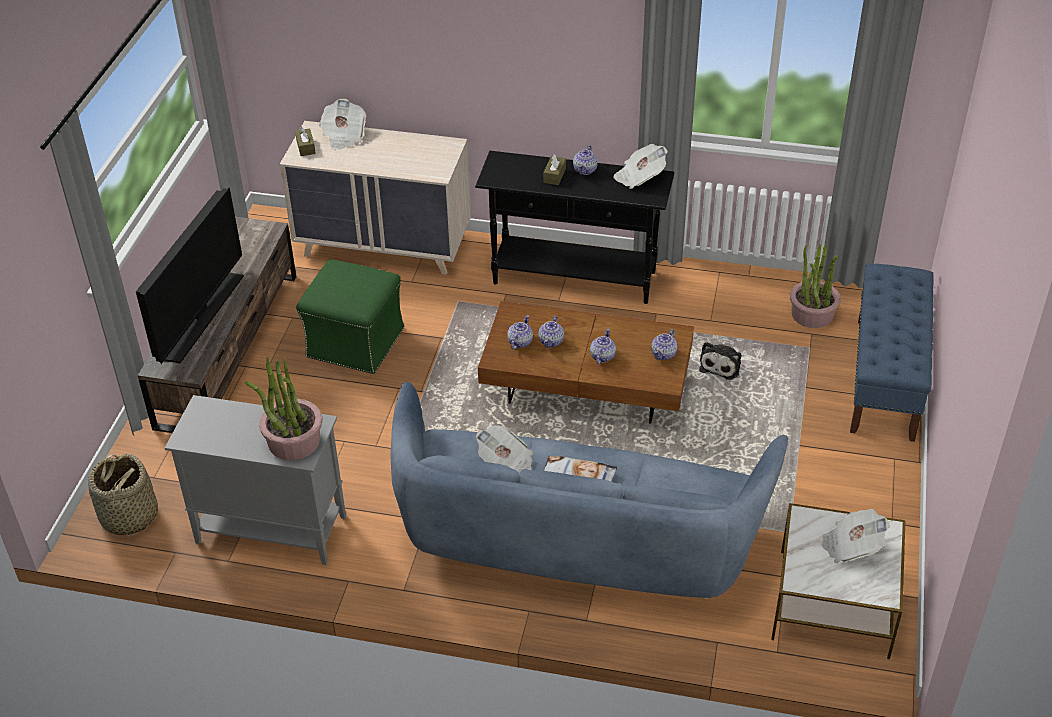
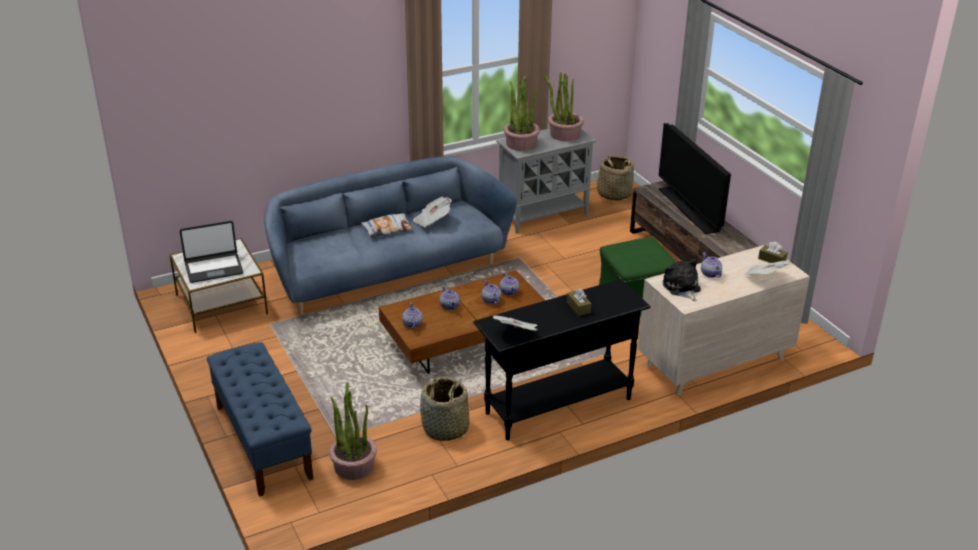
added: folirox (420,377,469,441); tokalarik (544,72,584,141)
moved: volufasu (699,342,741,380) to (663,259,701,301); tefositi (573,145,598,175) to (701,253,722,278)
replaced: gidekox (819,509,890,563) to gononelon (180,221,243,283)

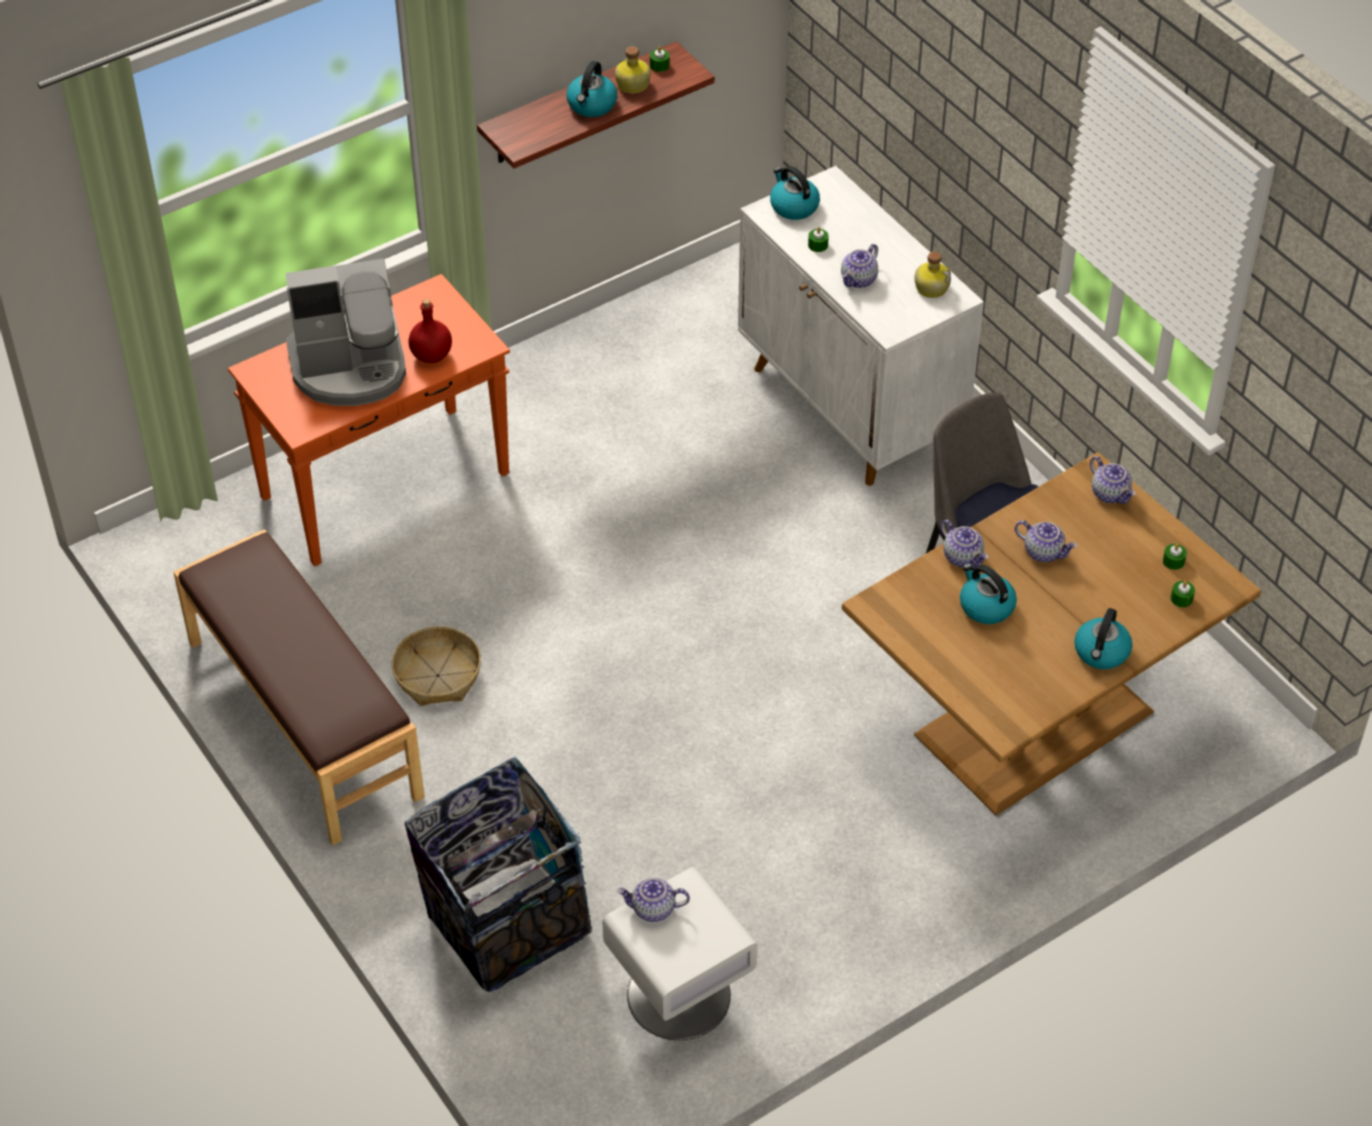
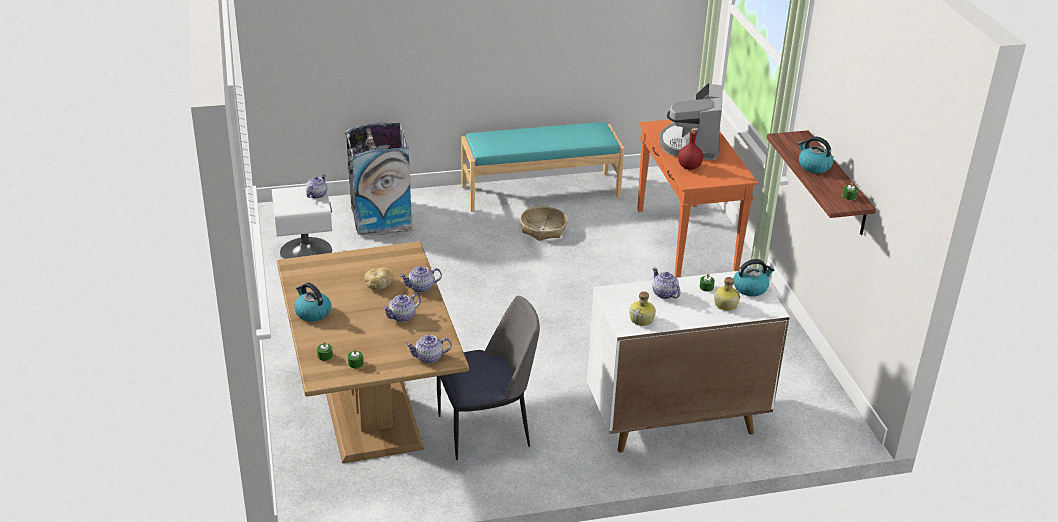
moved: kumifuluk (615,46,651,93) to (714,277,740,311)
replaced: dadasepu (960,563,1017,624) to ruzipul (364,267,393,290)
recoloured: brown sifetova (173,529,425,845) to turquoise sifetova (461,122,624,212)

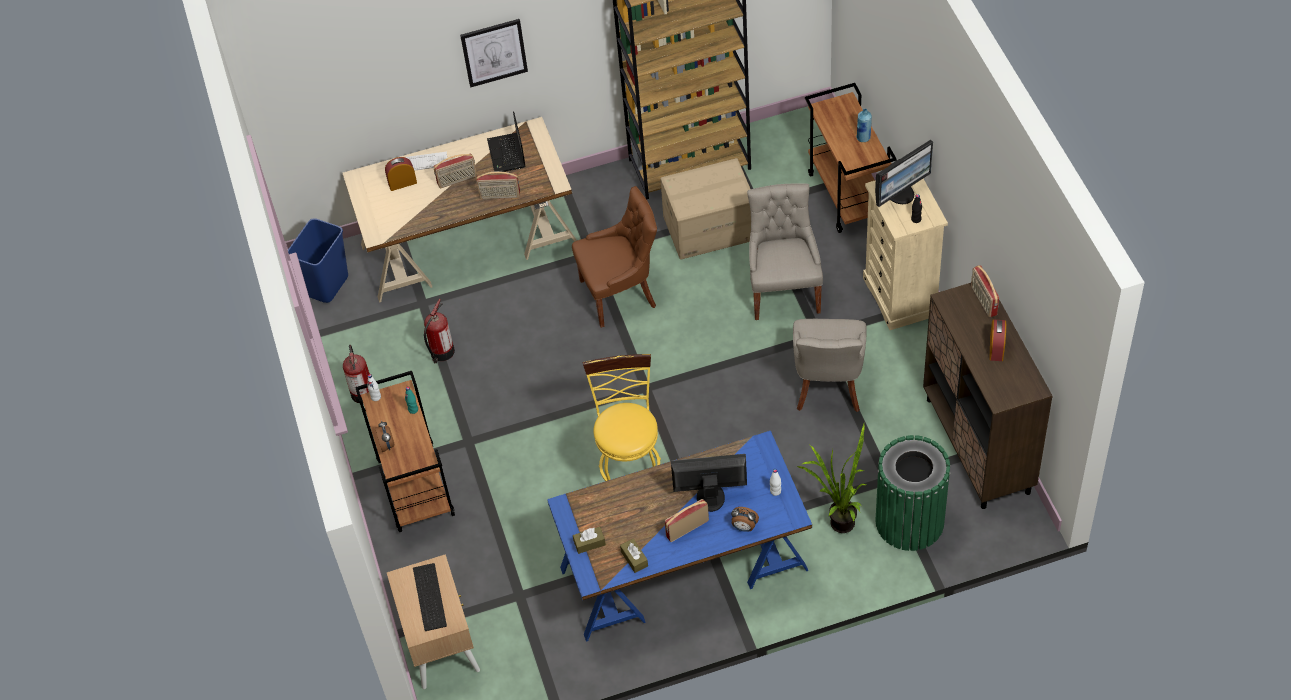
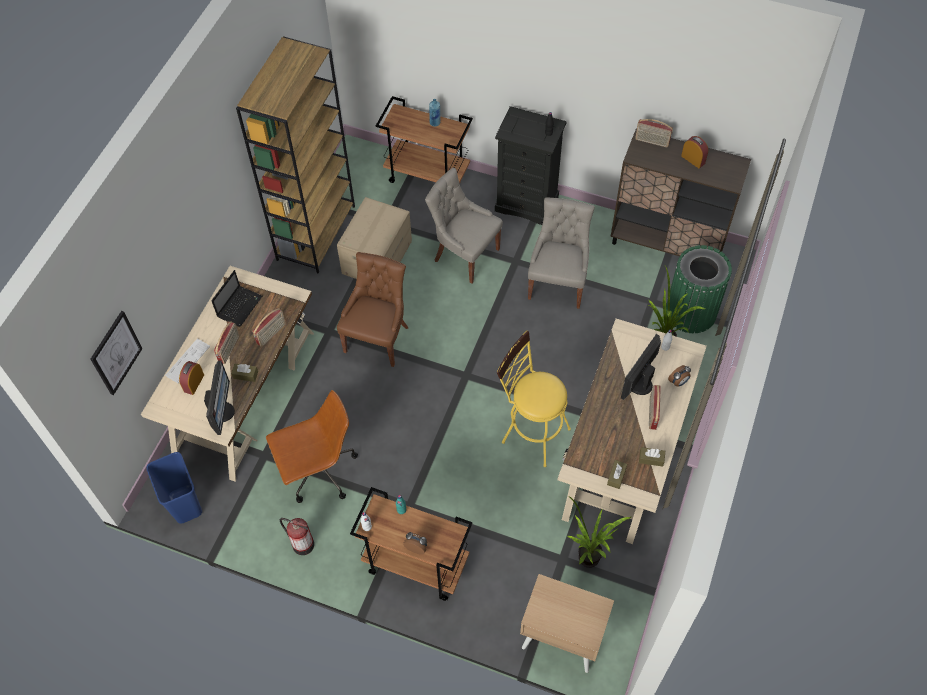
removed: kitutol (413,563,447,631)
added: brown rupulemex (231,364,258,382); tokalarik (567,496,631,568)
moved: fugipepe (460,19,528,87) to (90,311,143,395); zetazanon (875,140,933,207) to (204,360,235,435)
replaced: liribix (424,299,455,363) to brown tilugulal (266,390,358,503)
recoloured: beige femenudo (863,179,948,330) to black femenudo (495,106,567,225); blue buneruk (547,431,812,642) to beige buneruk (558,319,707,544)
turned: gononelon (487,111,525,172) = (211,270,262,327) 90 degrees counterclockwise; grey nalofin (793,319,867,412) = (528,198,595,309) 120 degrees counterclockwise

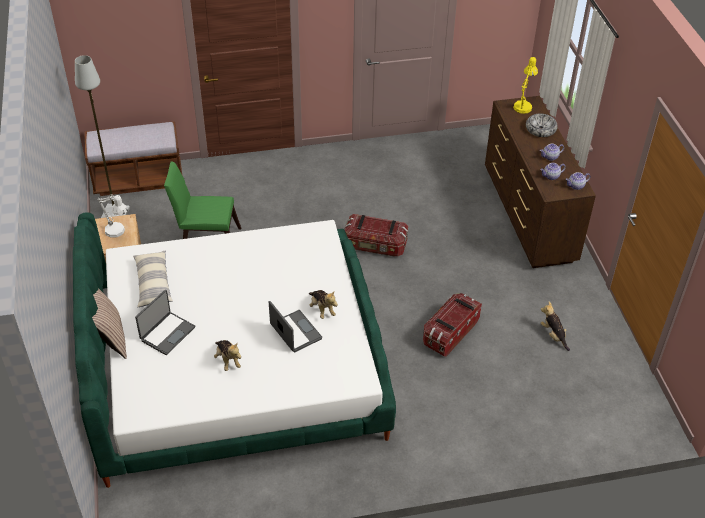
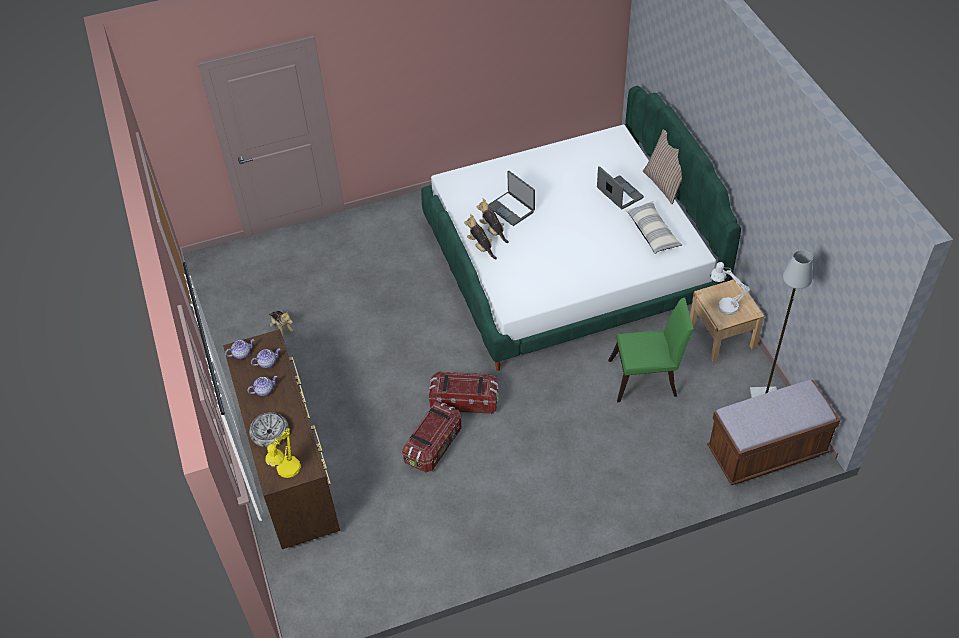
moved: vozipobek (423,293,482,357) to (402,401,462,473); volufasu (214,340,241,371) to (464,214,497,260)
turned: gononelon (135,290,195,355) = (597,166,644,209) 120 degrees clockwise

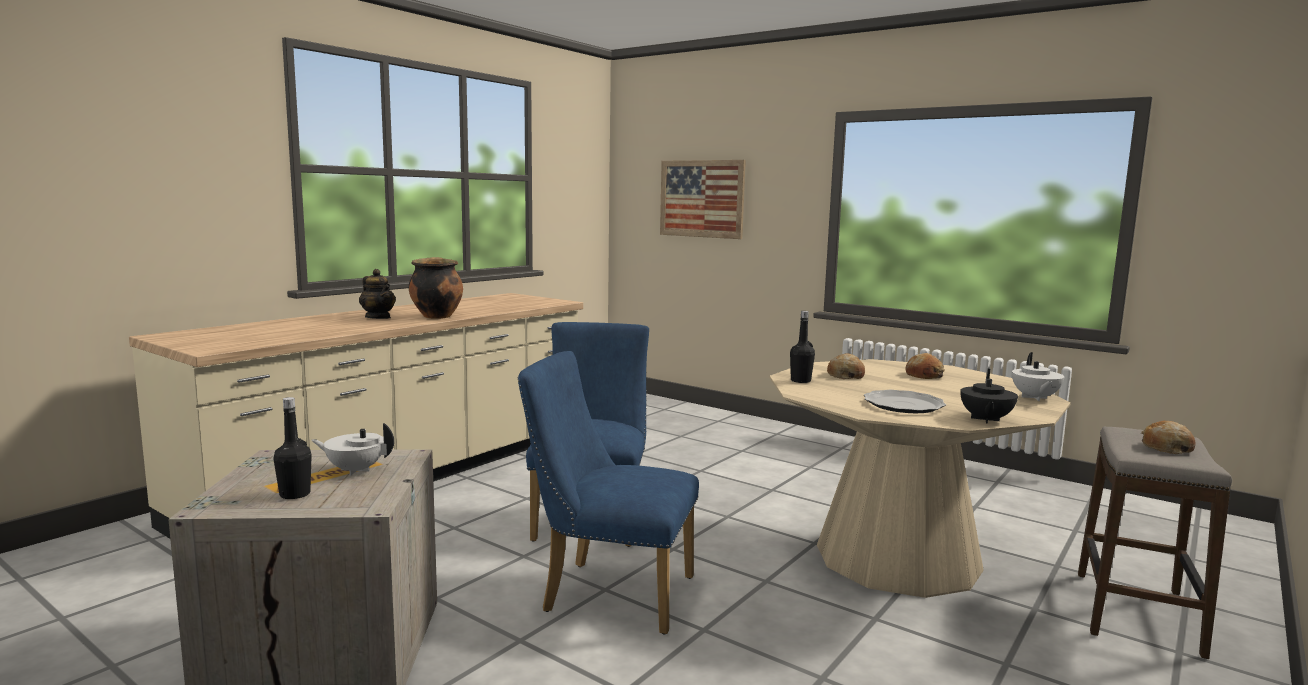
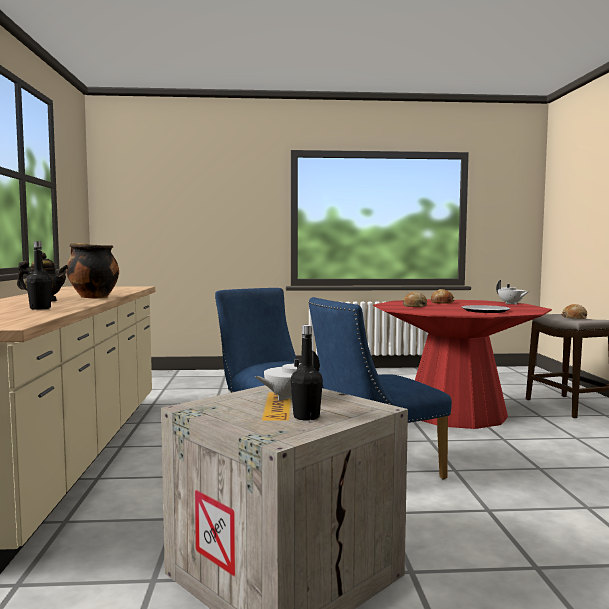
removed: fugipepe (660,160,746,239); black tefositi (960,369,1018,424)
moved: black kumifuluk (790,311,815,383) to (26,241,52,310)
recoloured: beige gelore (770,359,1071,598) to red gelore (373,299,552,429)

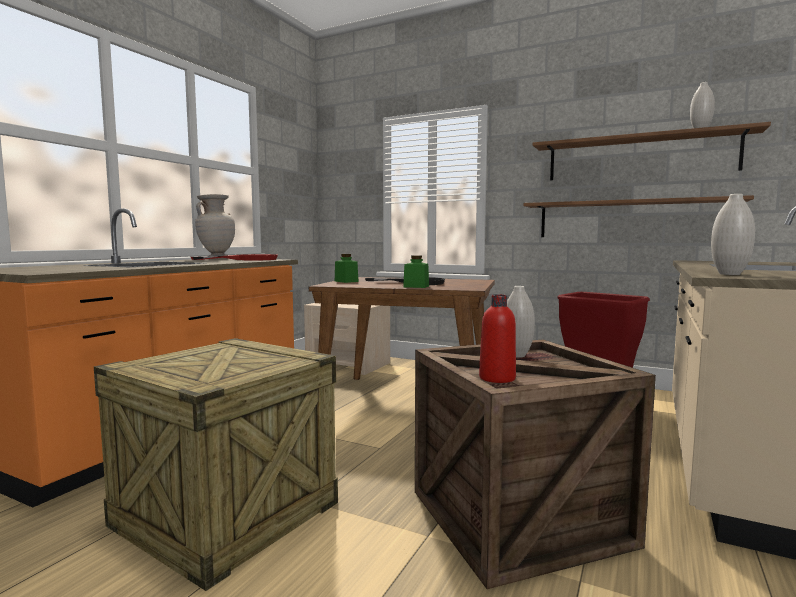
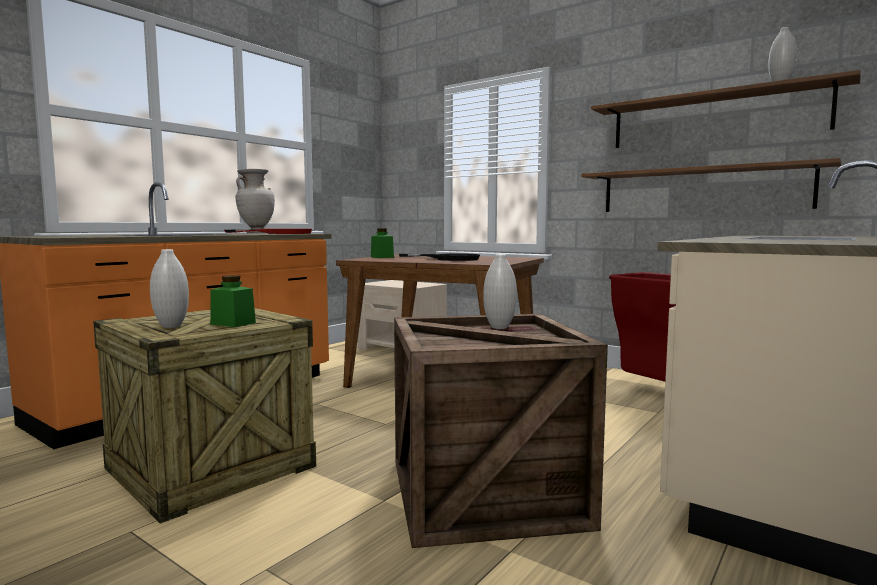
removed: red kumifuluk (479,294,516,383)
moved: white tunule (711,194,755,275) to (150,249,189,328); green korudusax (403,255,429,288) to (210,275,256,327)

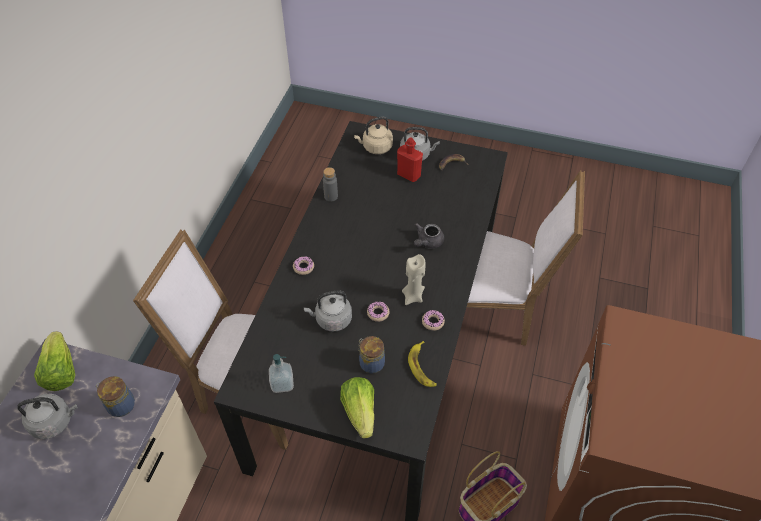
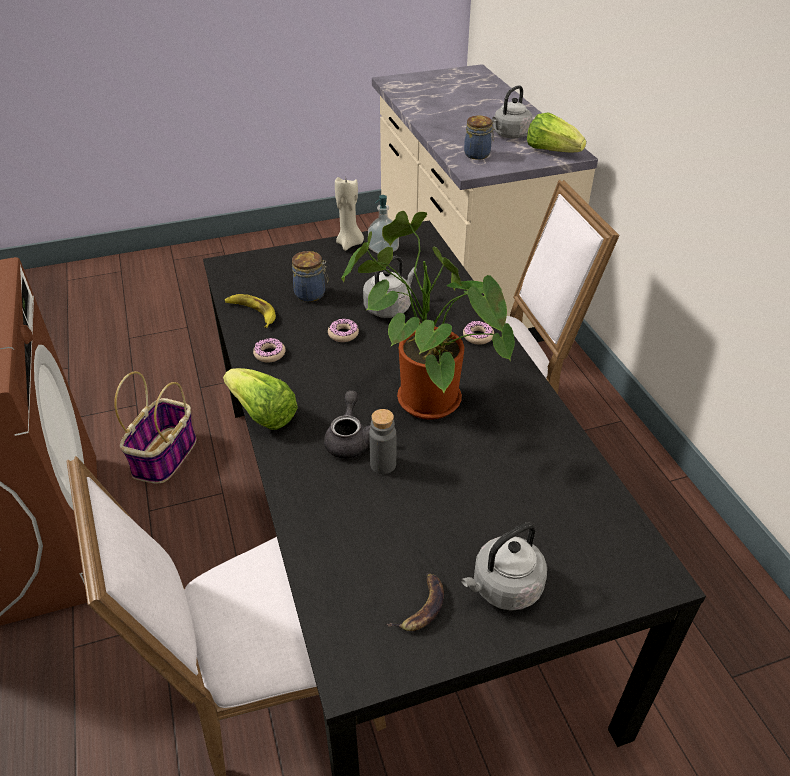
removed: beige dadasepu (354,117,393,154); red kumifuluk (397,137,423,182)
added: tokalarik (341,211,515,420)
moved: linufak (340,377,374,439) to (223,368,298,430); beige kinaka (402,254,426,305) to (335,177,364,251); grey kumifuluk (323,167,338,201) to (369,409,396,474)

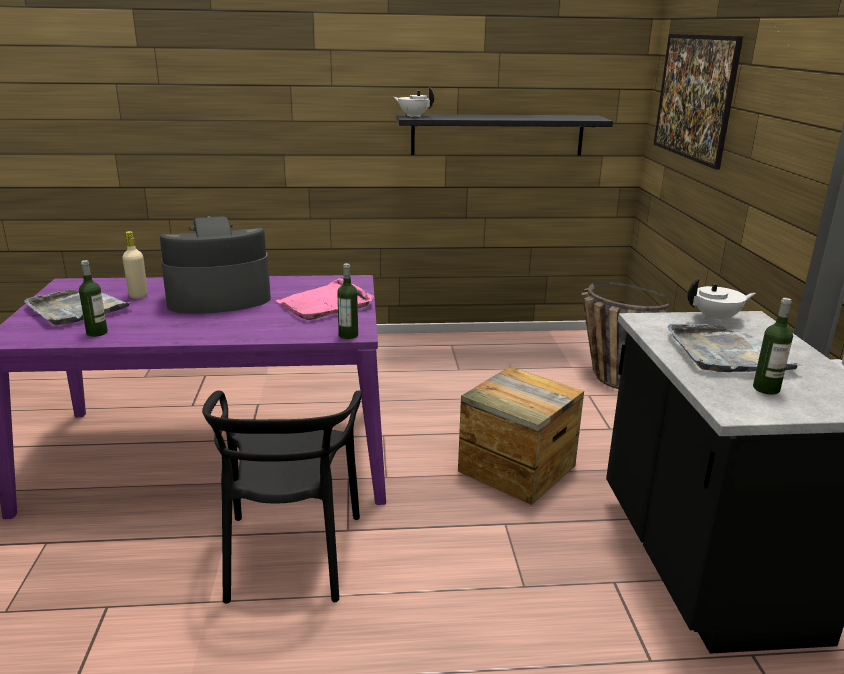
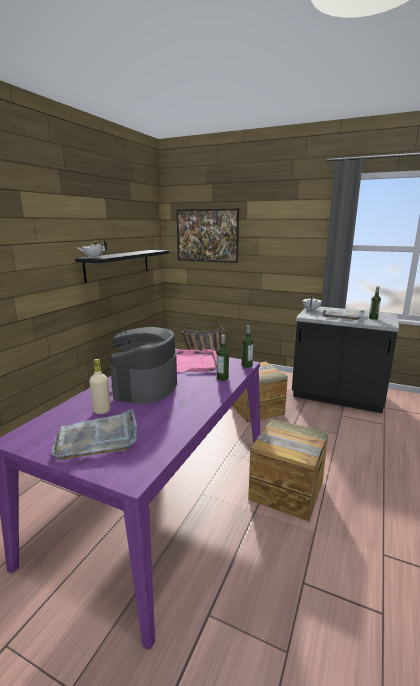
moved: kumifuluk (79,260,108,337) to (217,335,229,381)
replaced: black nalofin (202,391,362,604) to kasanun (248,419,328,521)

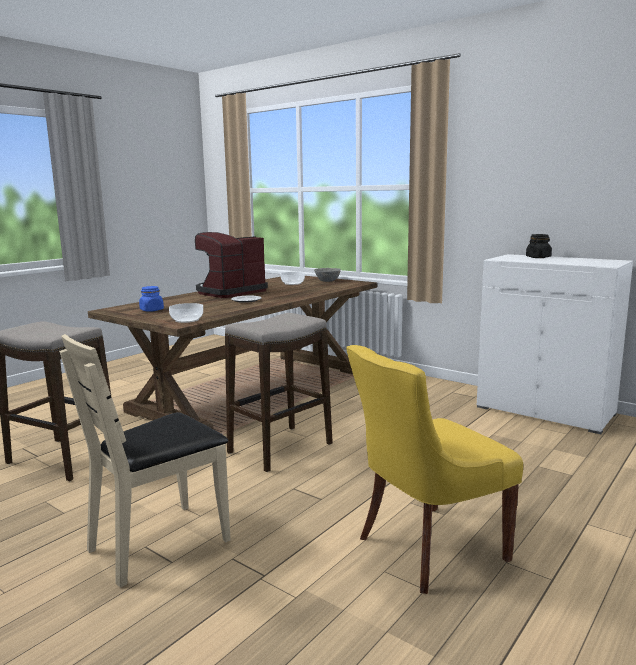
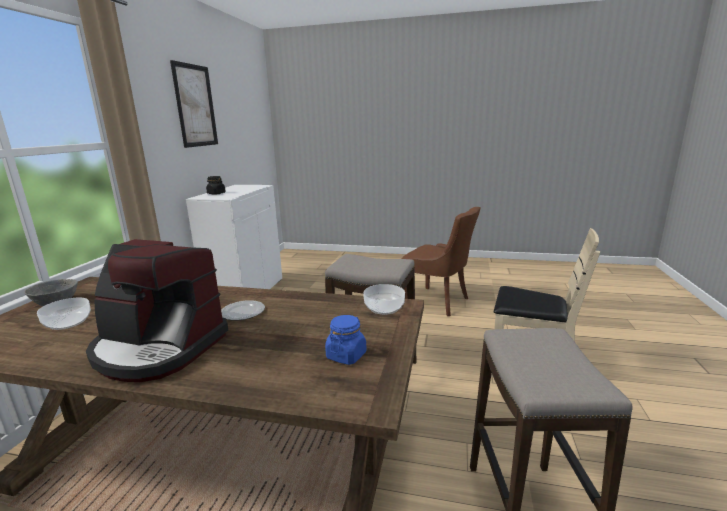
added: fugipepe (170,60,218,148)
recoloured: yellow nalofin (346,345,523,594) to brown nalofin (402,207,481,316)

